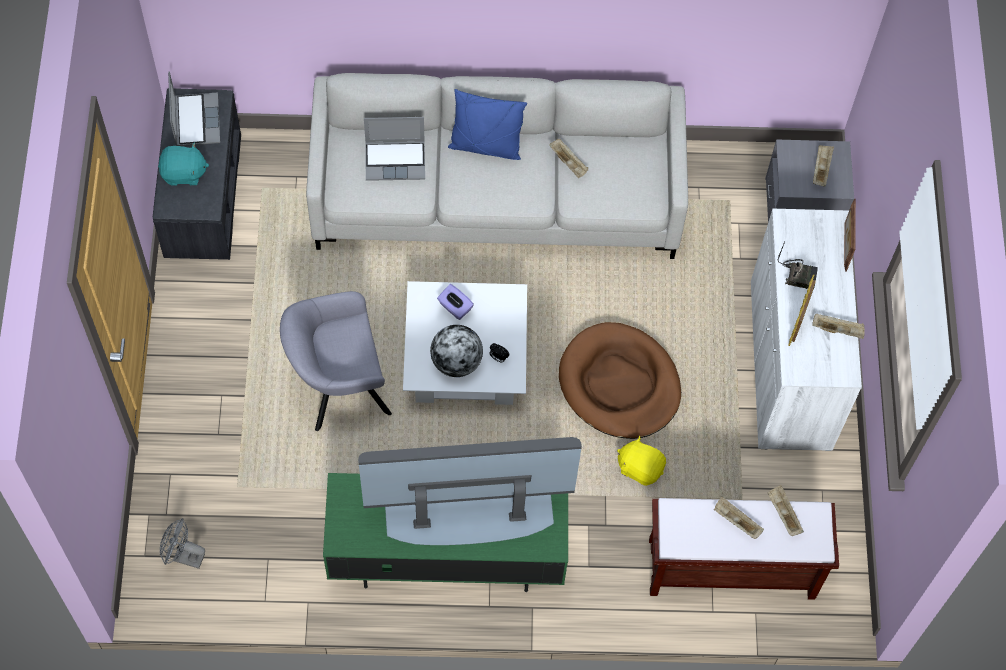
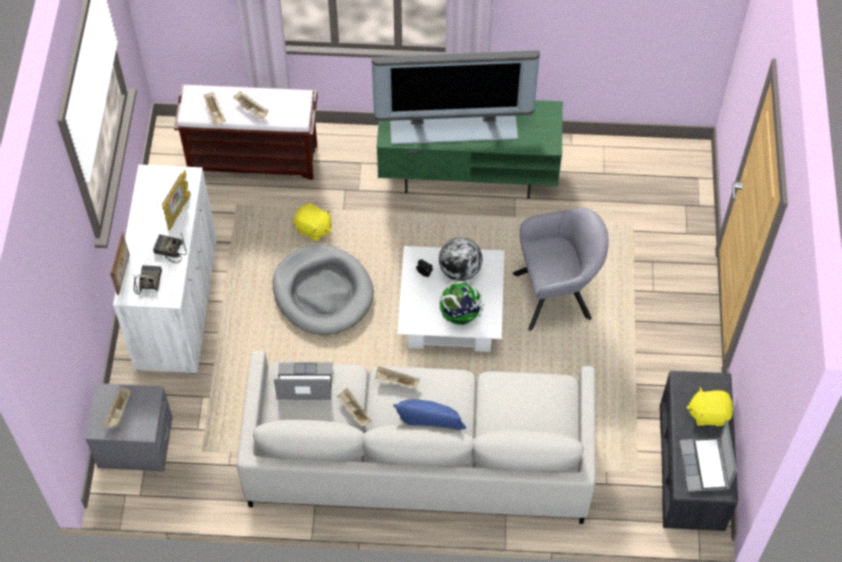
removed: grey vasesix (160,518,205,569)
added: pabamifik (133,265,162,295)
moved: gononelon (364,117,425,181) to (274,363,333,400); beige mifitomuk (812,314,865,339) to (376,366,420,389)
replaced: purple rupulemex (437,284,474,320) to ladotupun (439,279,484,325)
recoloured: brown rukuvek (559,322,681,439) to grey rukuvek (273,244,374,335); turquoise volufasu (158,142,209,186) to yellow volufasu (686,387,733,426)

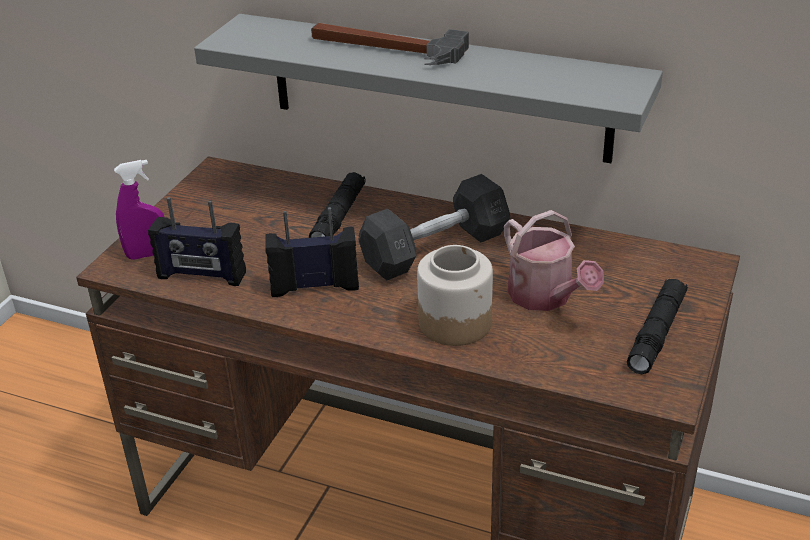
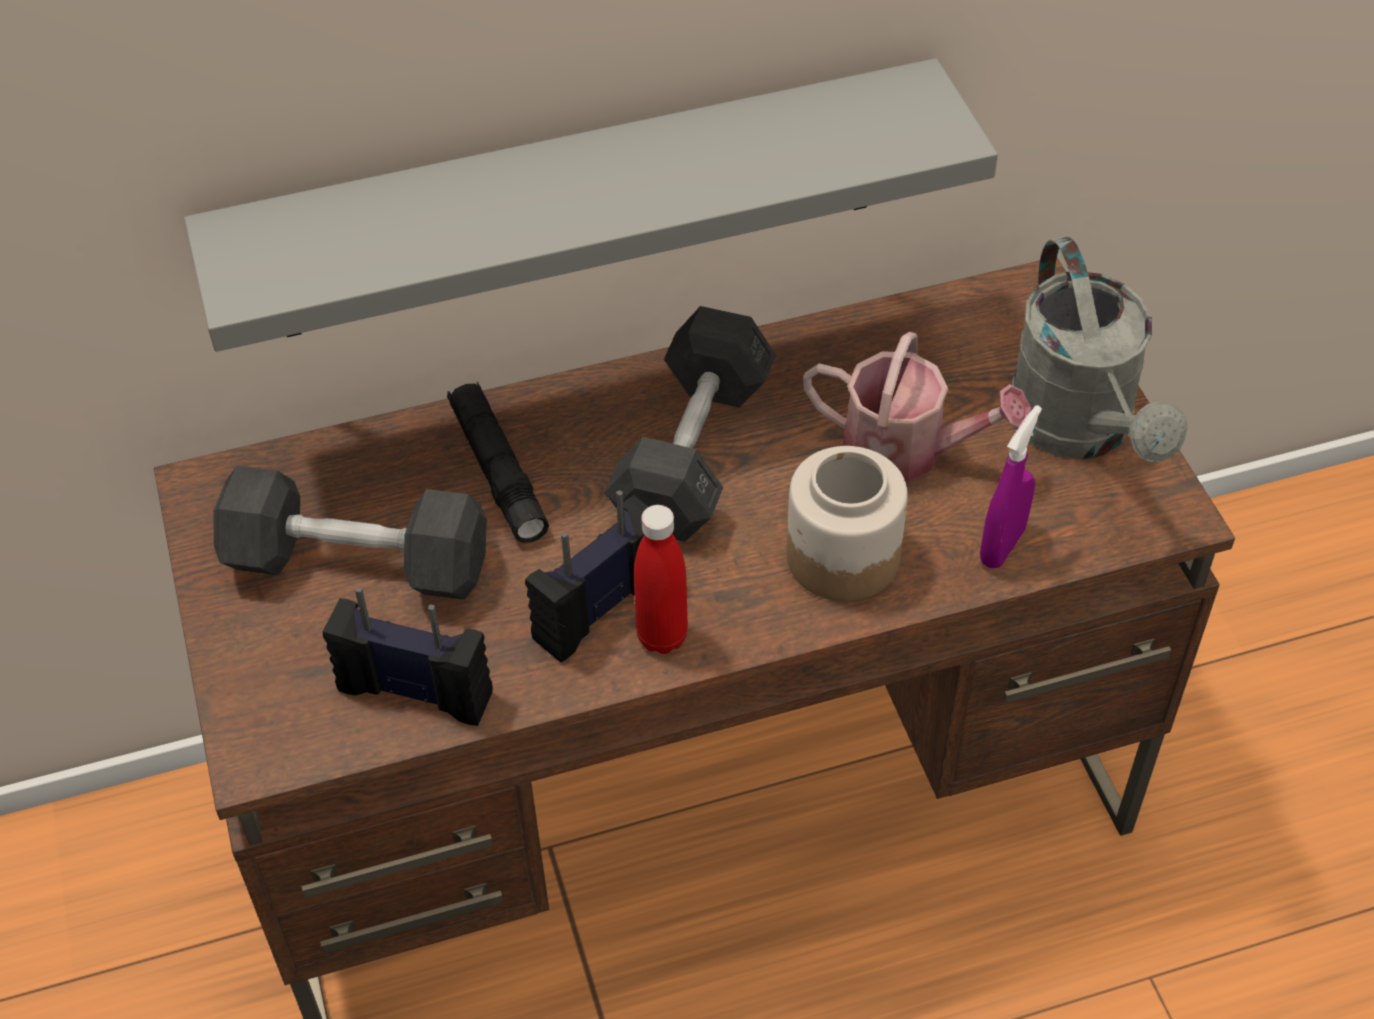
removed: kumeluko (311,23,469,65)
added: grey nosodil (213,466,487,600); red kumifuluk (634,505,688,654)
moved: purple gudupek (114,160,164,260) to (980,405,1042,569)
replaced: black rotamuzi (627,279,688,374) to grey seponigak (1011,237,1188,462)
turned: pabamifik (148,197,246,286) = (323,587,493,726) 135 degrees counterclockwise

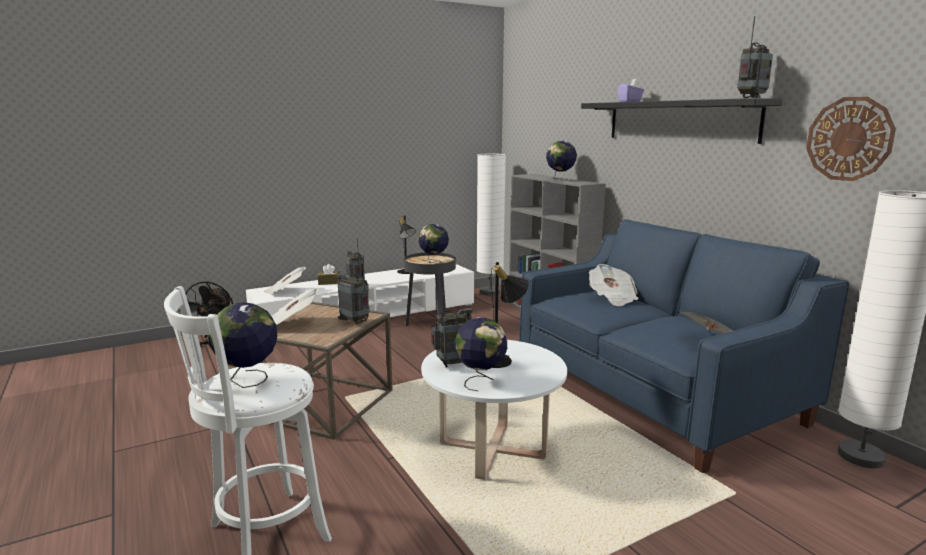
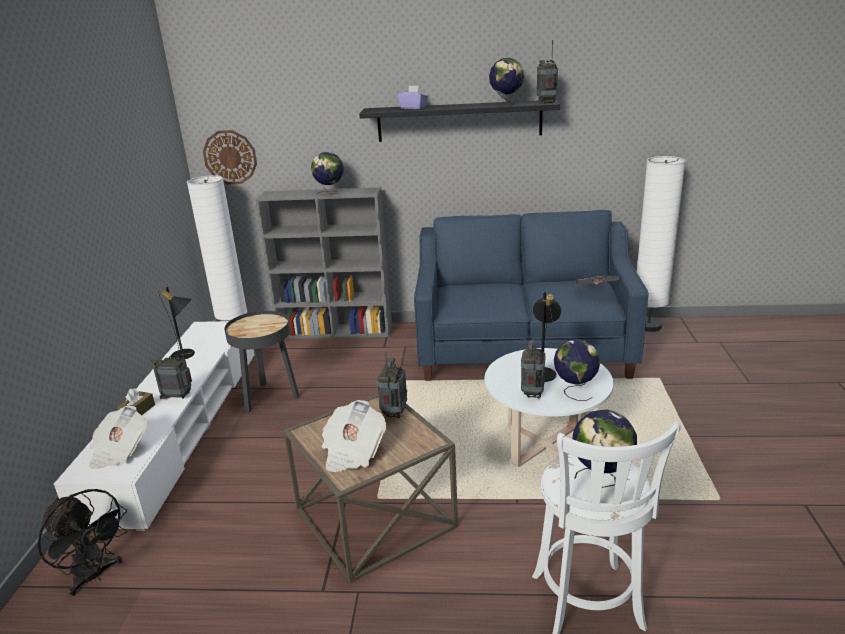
removed: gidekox (589,264,639,306)
moved: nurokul (806,97,896,181) to (203,130,257,184); ladotupun (418,224,449,264) to (489,58,524,106)
turned: pabamifik (336,255,370,324) = (377,352,407,418) 120 degrees clockwise

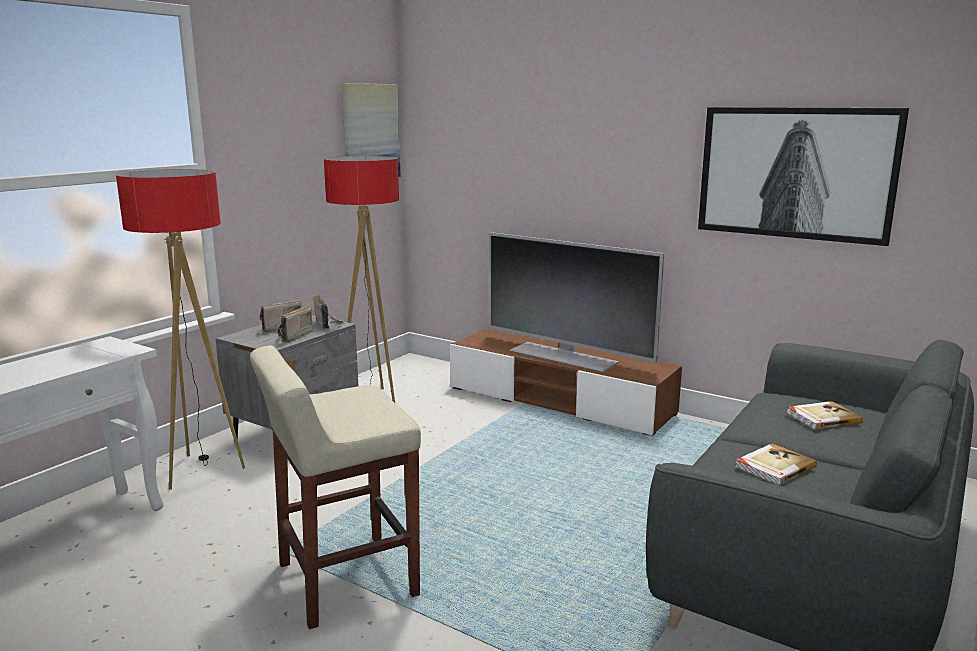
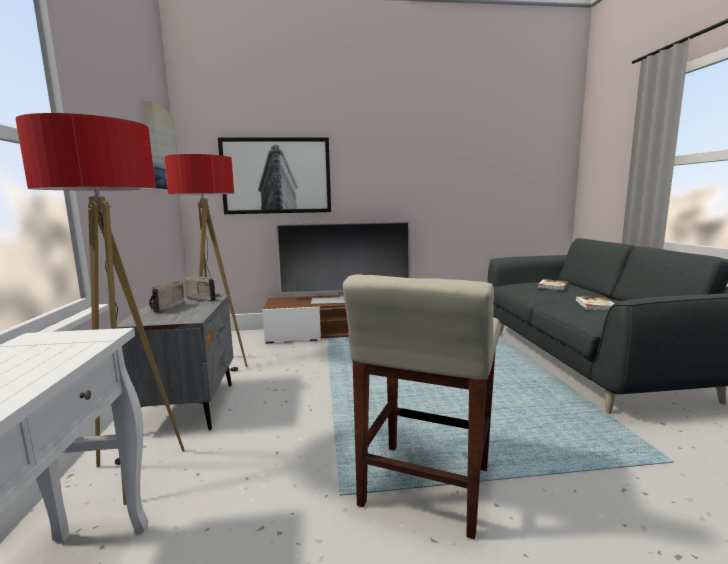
removed: pabamifik (278,306,313,343)
moved: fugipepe (698,107,909,246) to (218,137,331,214)

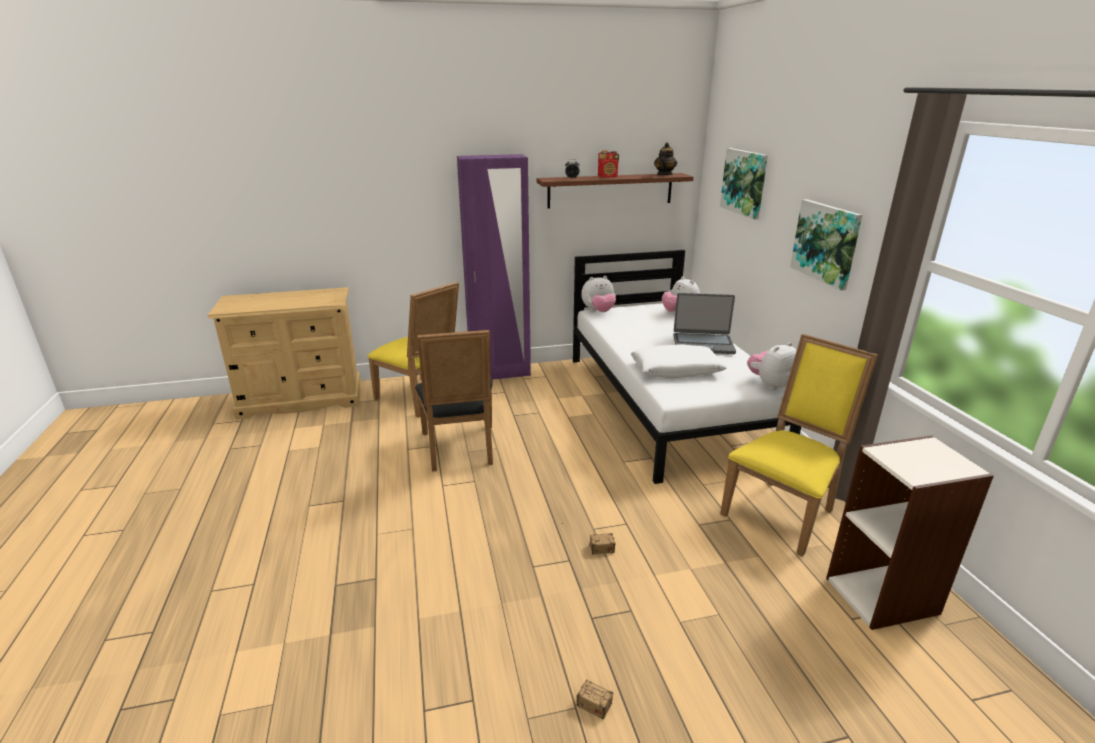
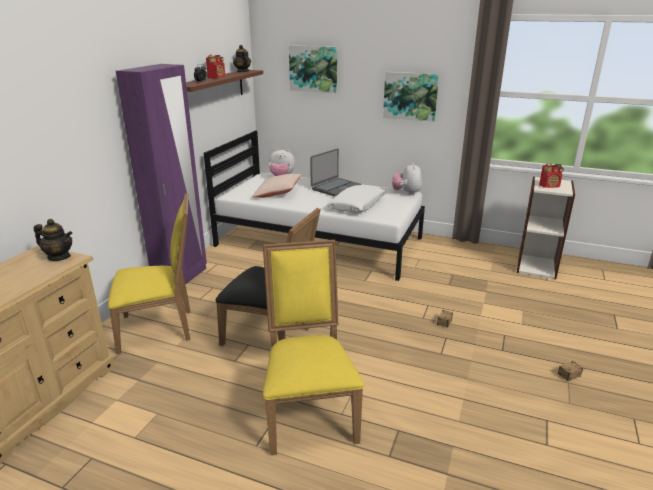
removed: volufasu (581,276,616,312)
added: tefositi (34,219,72,261); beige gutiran (252,174,301,198); pabamifik (539,163,564,188)
moved: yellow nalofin (720,334,878,557) to (263,240,364,455)

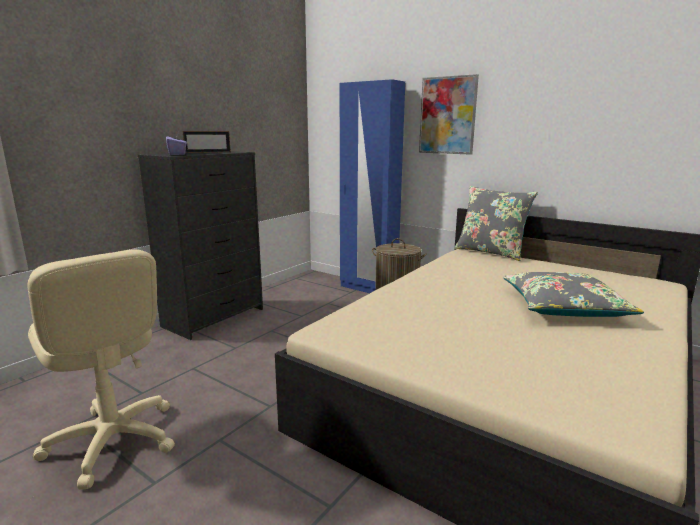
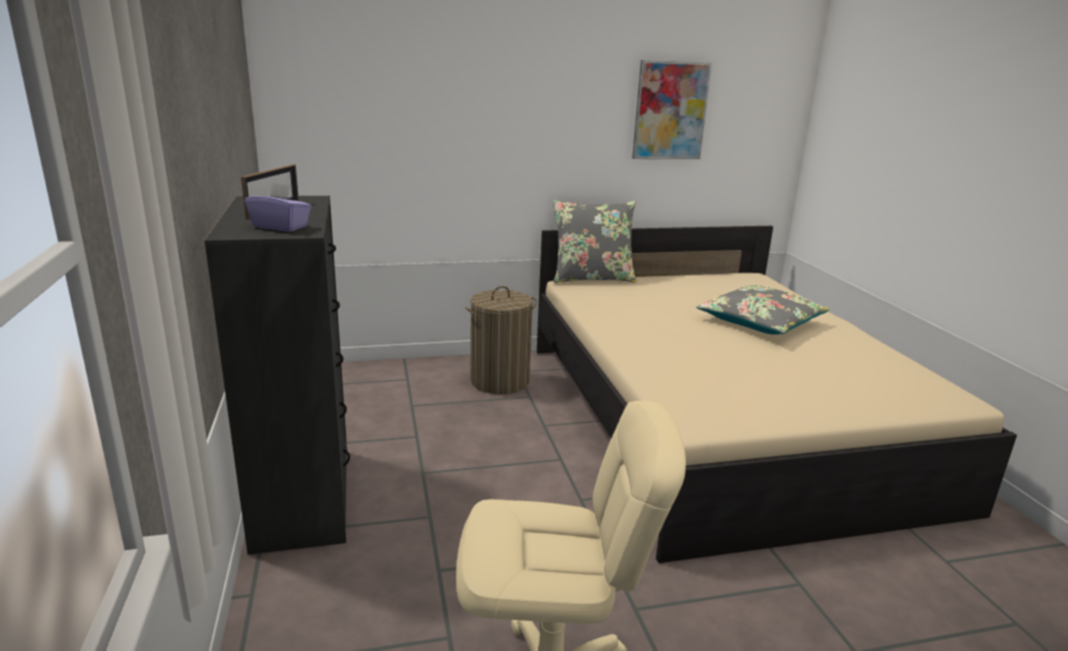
removed: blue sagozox (340,79,405,293)
moved: fugipepe (419,74,479,155) to (632,60,712,159)

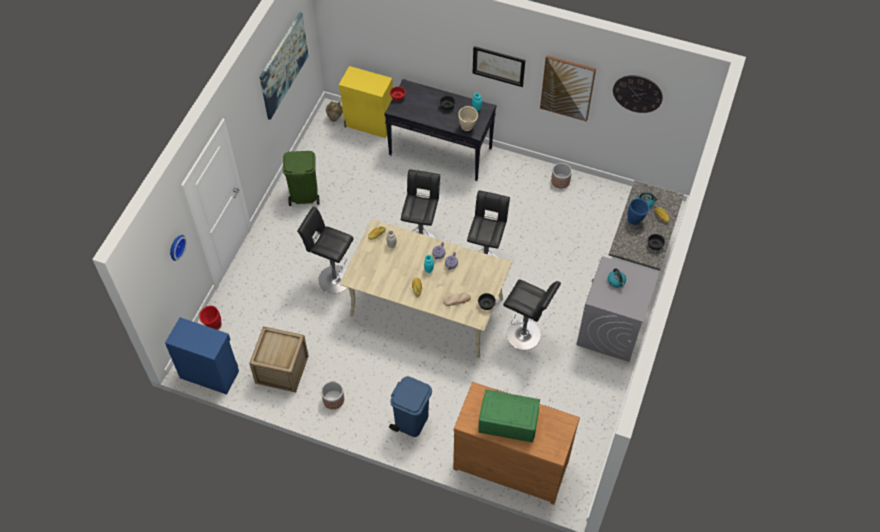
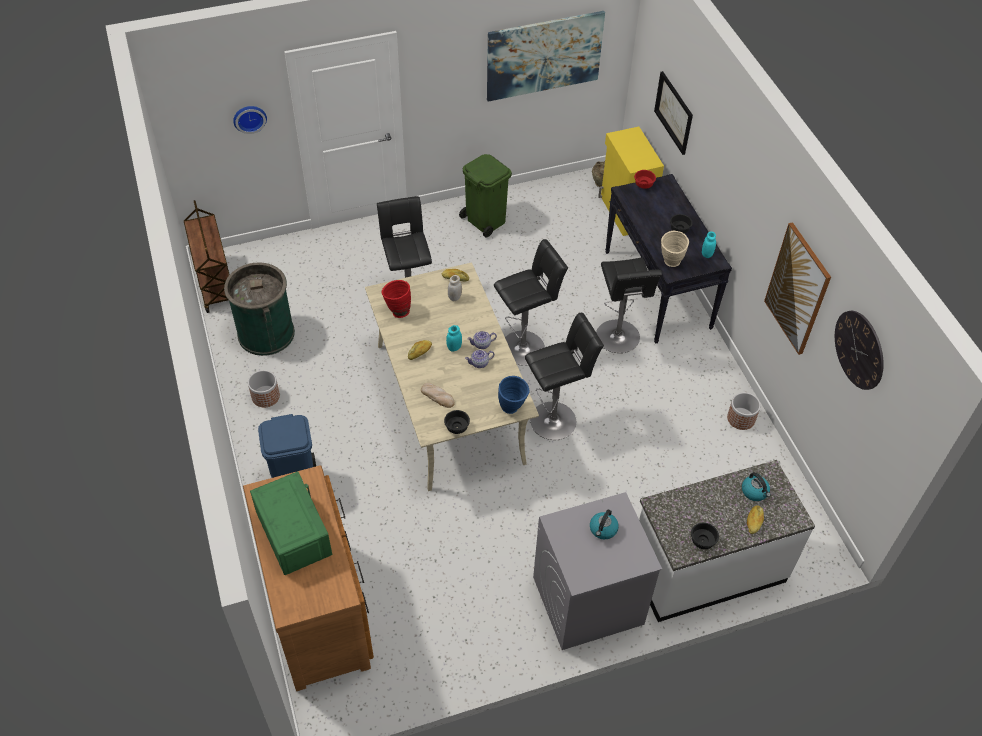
moved: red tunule (199,305,222,330) to (381,280,411,318); blue tunule (627,199,650,225) to (498,376,529,414); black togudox (503,280,561,350) to (596,257,662,353); fugipepe (472,46,525,87) to (654,71,693,155)
replaced: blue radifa (165,317,239,395) to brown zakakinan (184,200,230,313); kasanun (249,327,309,392) to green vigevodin (224,263,295,356)

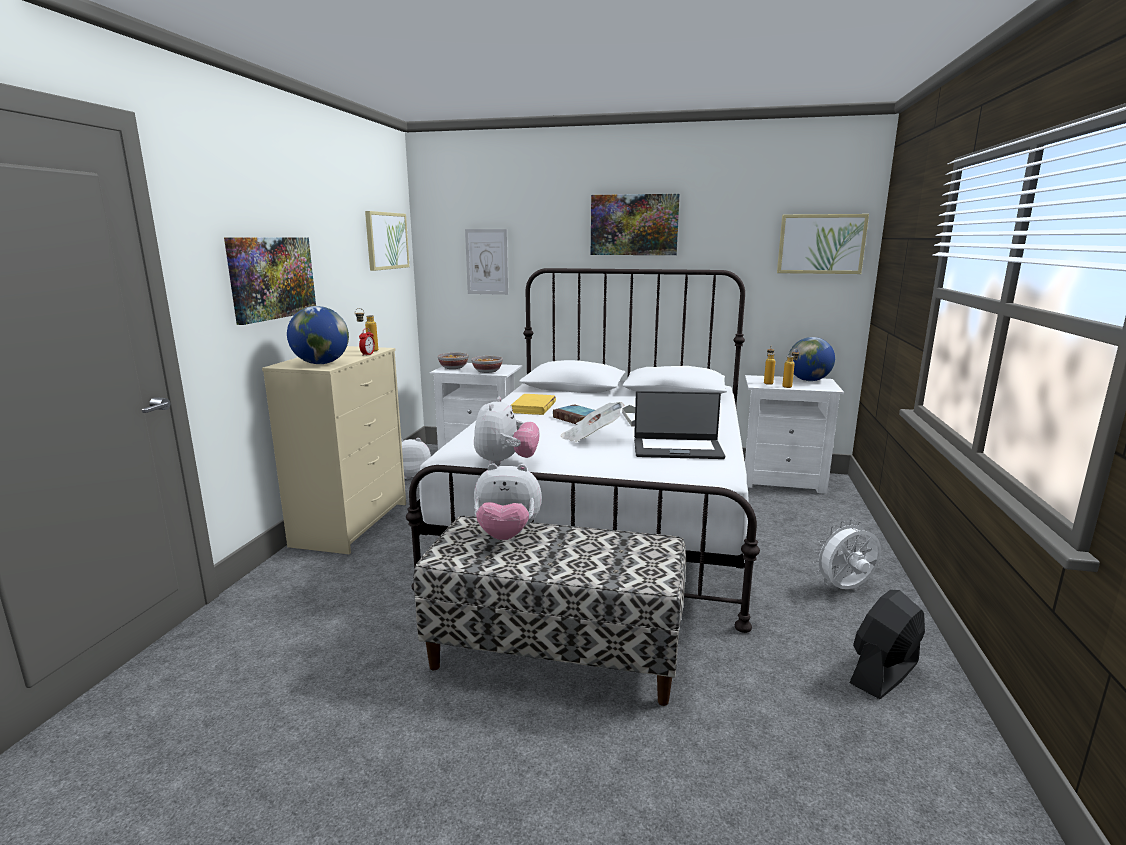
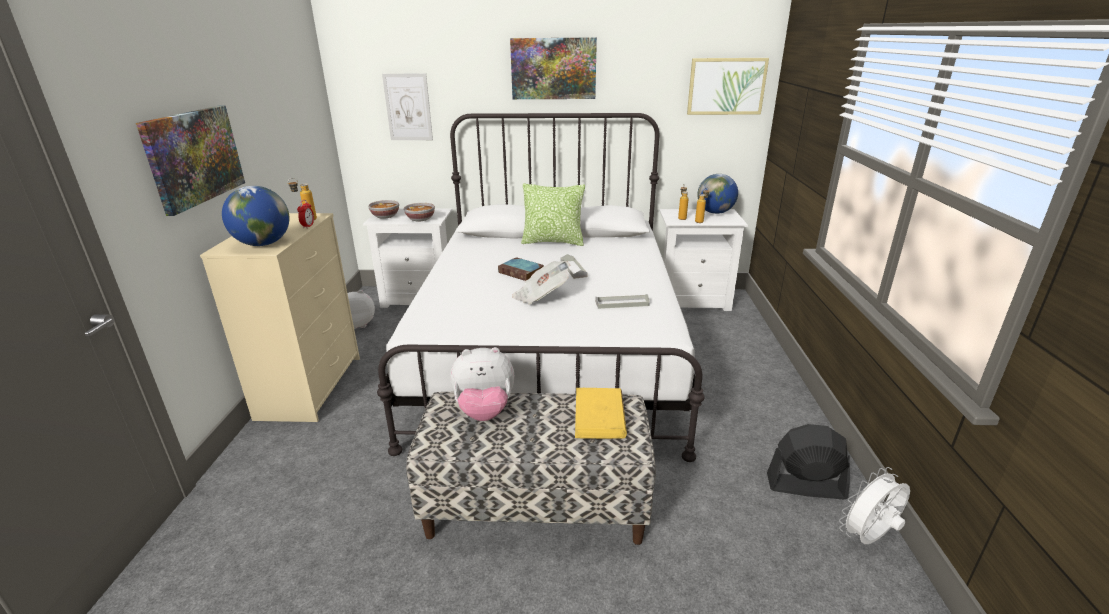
removed: fugipepe (365,211,409,271); volufasu (474,397,540,466)
added: gutiran (521,184,585,246)
moved: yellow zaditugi (510,394,556,415) to (575,388,627,439); white vasesix (813,519,881,589) to (839,467,910,544)
replaced: gononelon (634,391,725,459) to grey mifitomuk (595,294,650,309)
turned: black vasesix (849,590,925,699) = (767,424,850,500) 60 degrees clockwise

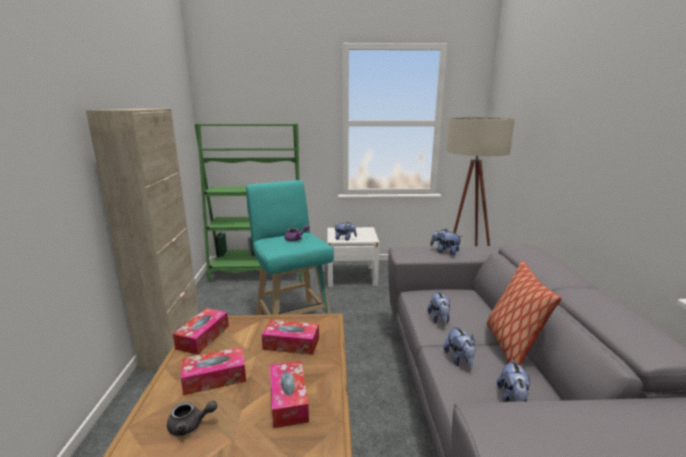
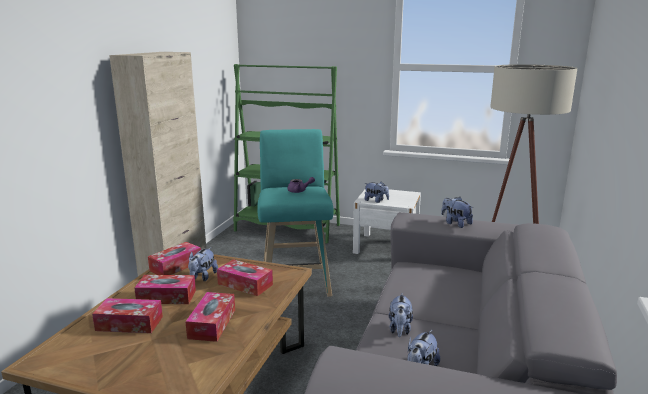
removed: gutiran (487,261,562,365)
moved: volufasu (427,291,451,325) to (188,247,218,281)
replaced: grey tefositi (167,401,217,436) to rupulemex (92,298,163,333)

